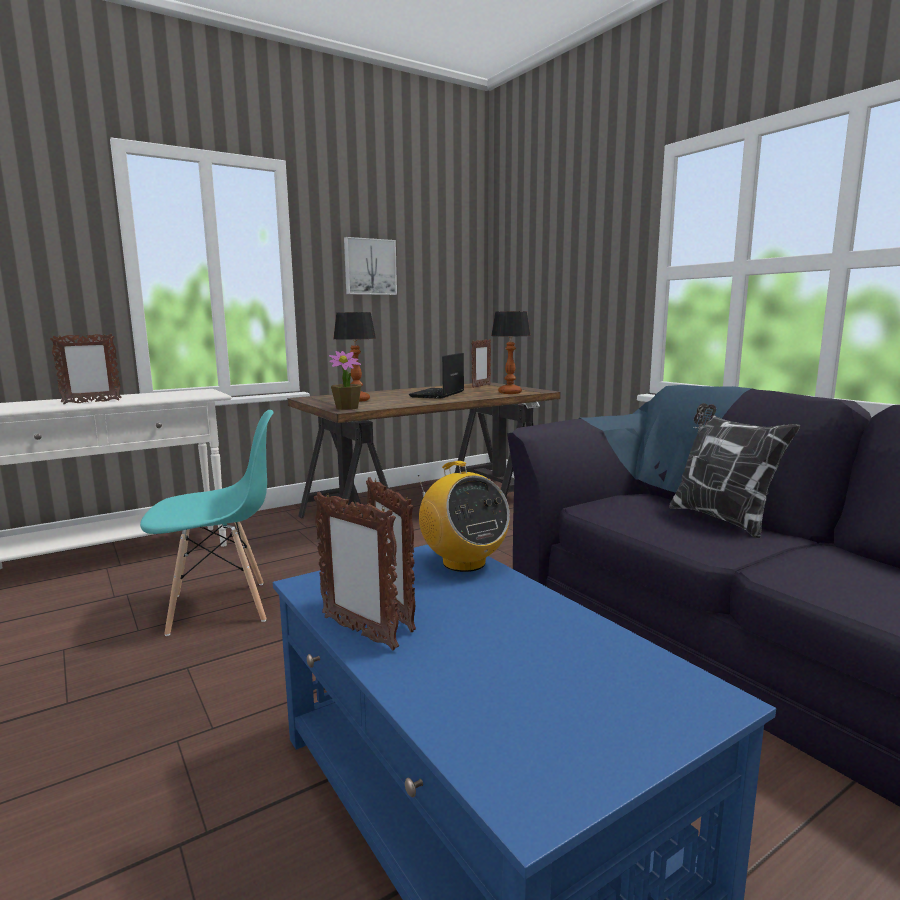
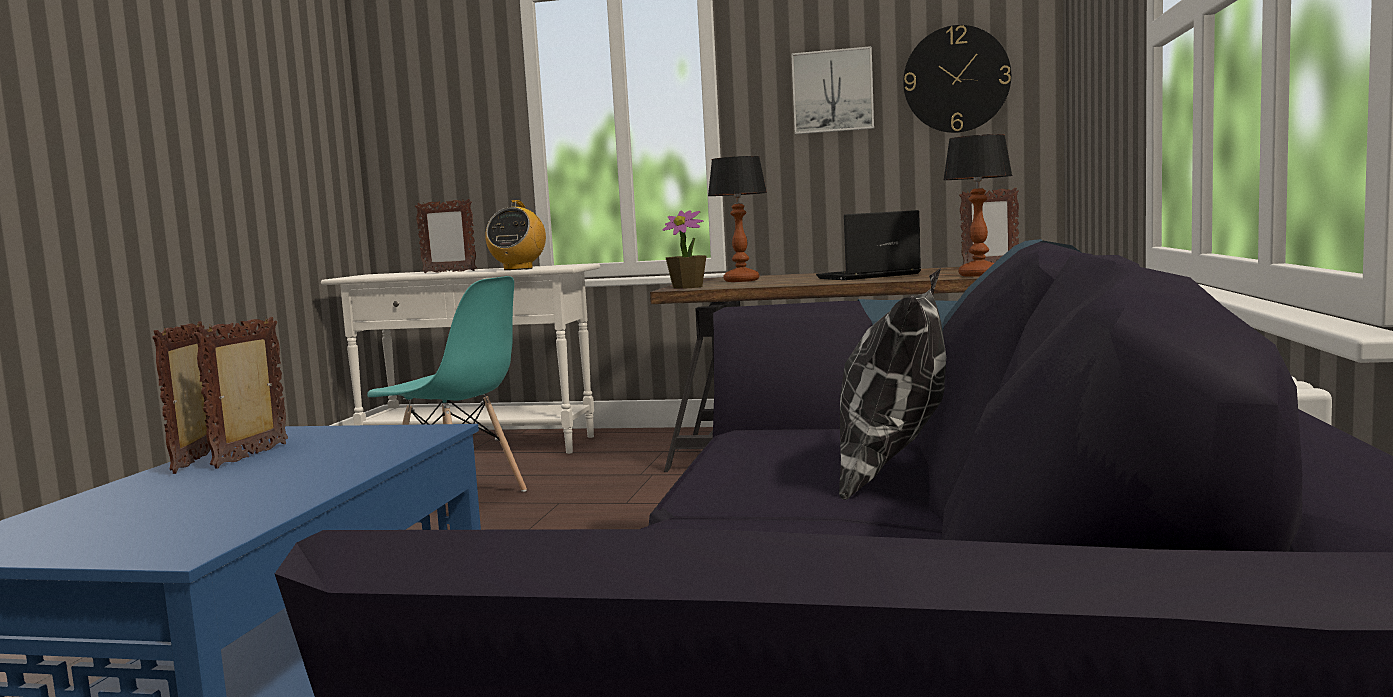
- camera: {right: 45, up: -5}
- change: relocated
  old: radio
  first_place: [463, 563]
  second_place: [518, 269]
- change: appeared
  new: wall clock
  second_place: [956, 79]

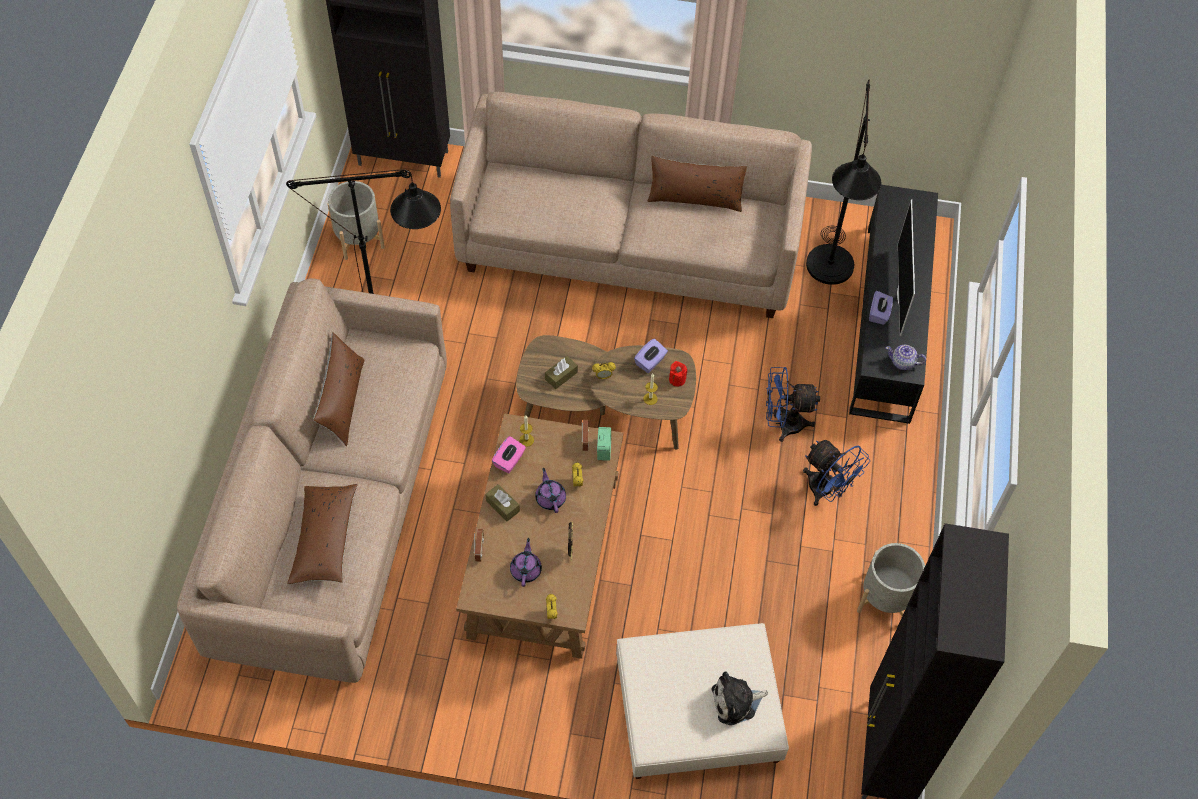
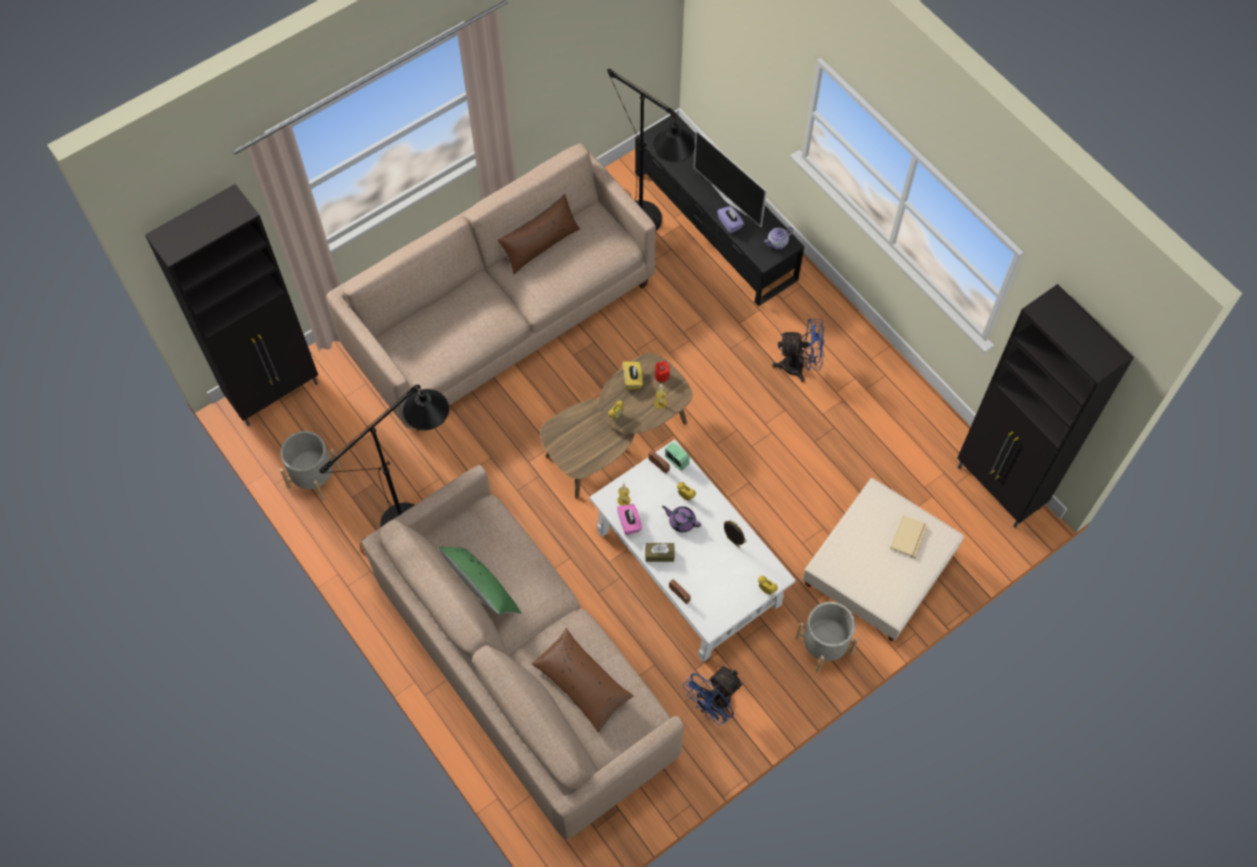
- camera: {right: -45, up: 5}
- change: colour
  old: pillow in brown
  new: pillow in green
  first_place: [342, 401]
  second_place: [481, 587]
- change: colour
  old: tissue box in purple
  new: tissue box in yellow
  first_place: [650, 362]
  second_place: [633, 379]
- change: missing
  old: tissue box in brown
  first_place: [561, 376]
- change: relocated
  old: fan in blue
  first_place: [783, 424]
  second_place: [713, 706]
- change: colour
  old: coffee table in brown
  new: coffee table in white
  first_place: [543, 556]
  second_place: [687, 567]
- change: missing
  old: teapot in purple
  first_place: [526, 569]
- change: relocated
  old: planter in grey
  first_place: [885, 598]
  second_place: [824, 645]
- change: exchanged
  old: plush toy
  new: book in beige
  first_place: [736, 702]
  second_place: [910, 538]

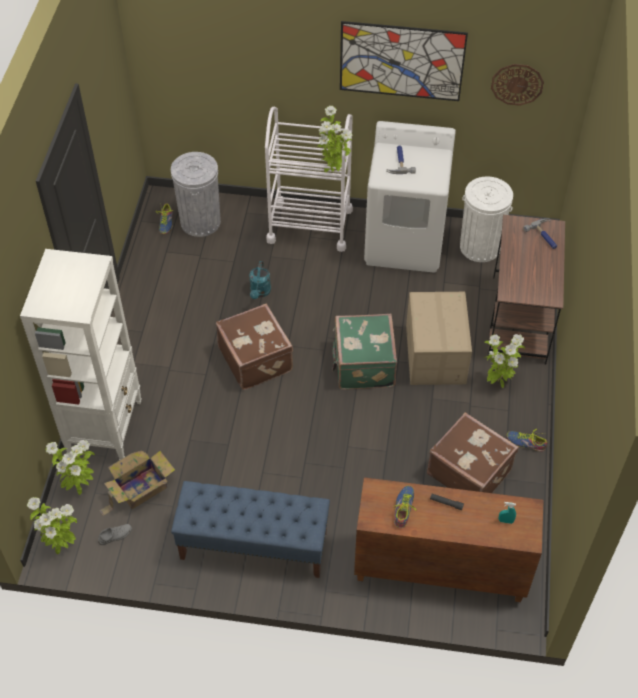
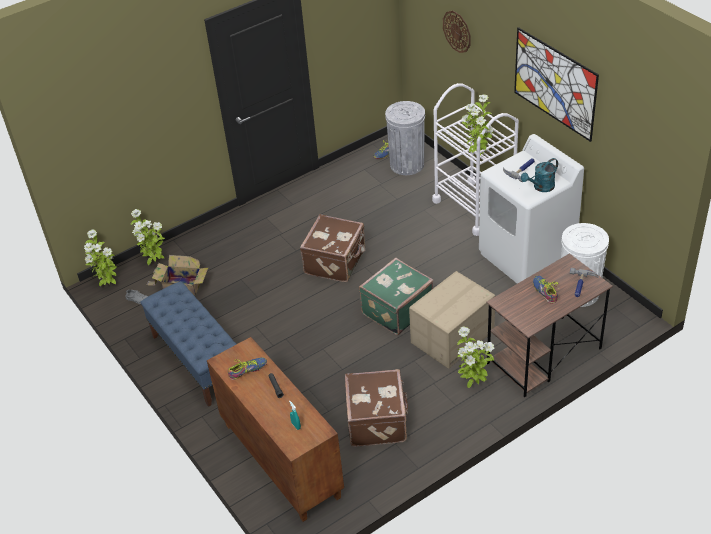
- camera: {right: 50, up: -10}
- change: relocated
  old: wall clock
  first_place: [517, 84]
  second_place: [457, 31]
- change: missing
  old: bookcase in white
  first_place: [105, 427]
- change: relocated
  old: watering can in turquoise
  first_place: [260, 292]
  second_place: [541, 187]
- change: relocated
  old: shoe
  first_place: [526, 443]
  second_place: [544, 291]

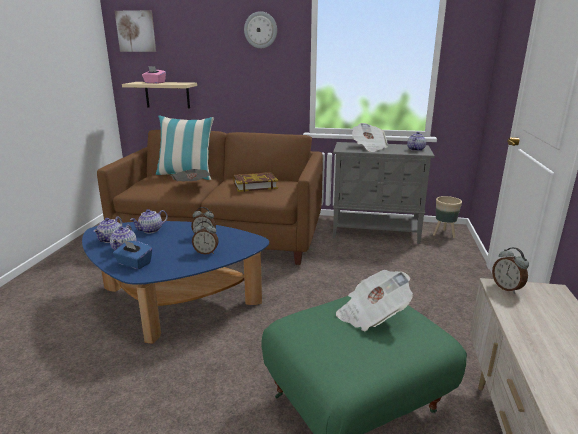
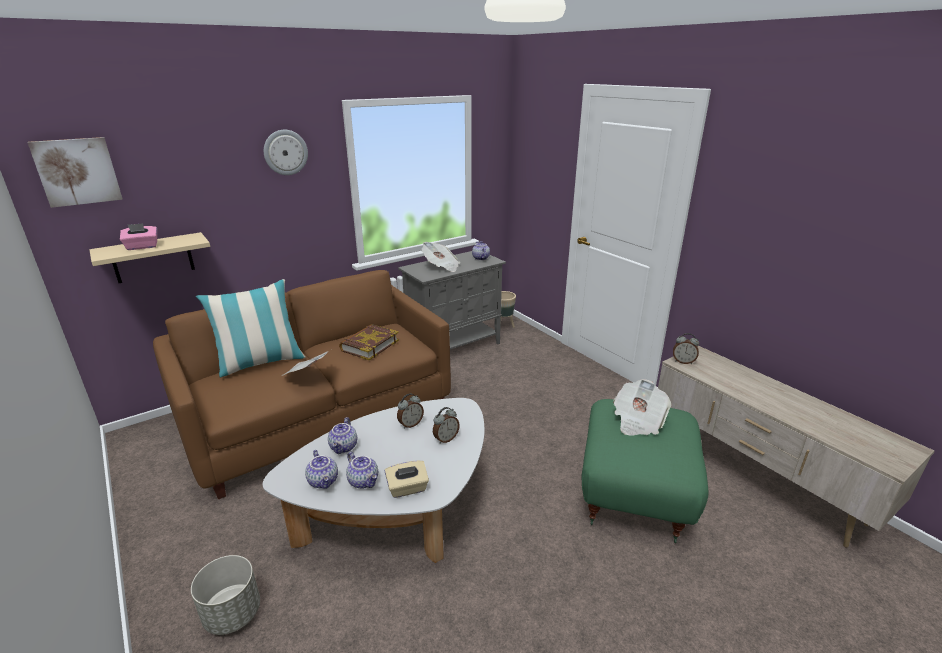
- camera: {right: -45, up: 5}
- change: colour
  old: coffee table in blue
  new: coffee table in white
  first_place: [174, 304]
  second_place: [398, 513]
- change: colour
  old: tissue box in blue
  new: tissue box in beige
  first_place: [134, 264]
  second_place: [407, 488]
- change: appeared
  new: planter in grey
  second_place: [232, 613]

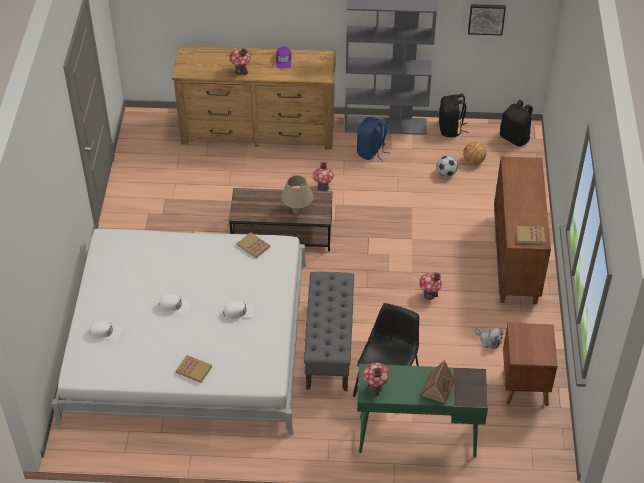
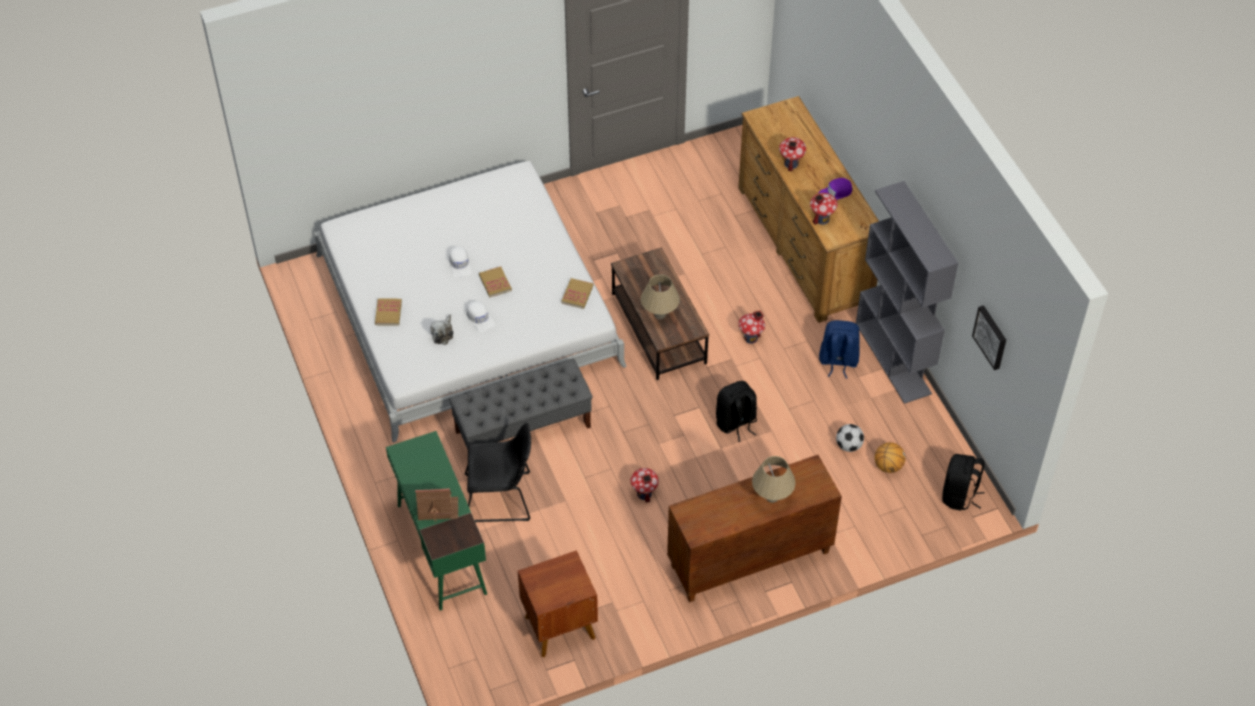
- camera: {right: 65, up: 5}
- change: relocated
  old: backpack in black
  first_place: [451, 129]
  second_place: [736, 423]
- change: relocated
  old: book
  first_place: [530, 236]
  second_place: [495, 283]
- change: missing
  old: cap in white
  first_place: [105, 332]
- change: relocated
  old: plush toy
  first_place: [488, 340]
  second_place: [443, 333]
- change: relocated
  old: toy house
  first_place: [375, 387]
  second_place: [821, 219]
- change: appeared
  new: table lamp in beige
  second_place: [772, 497]

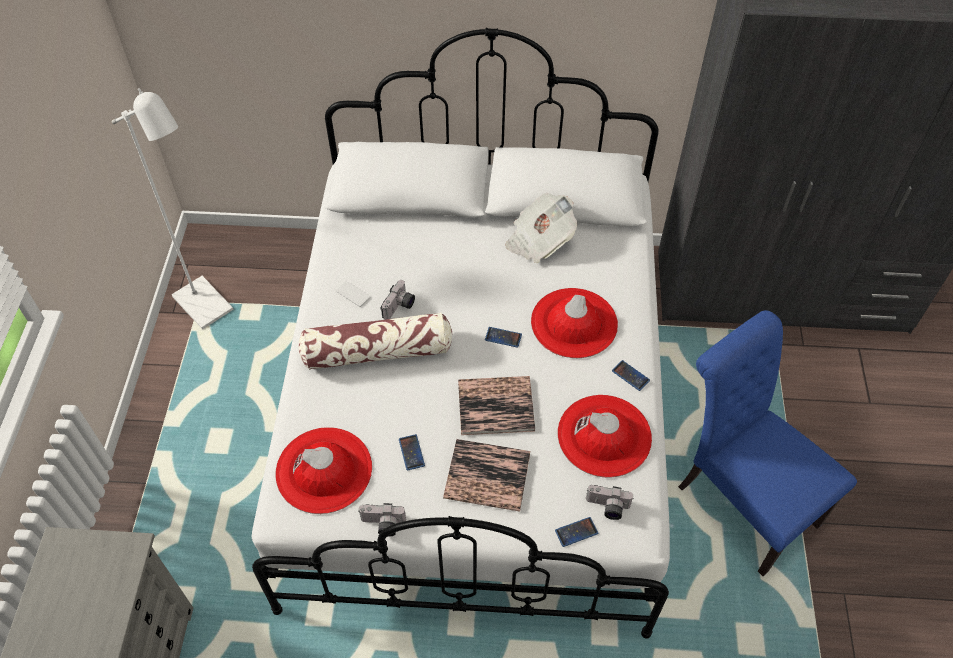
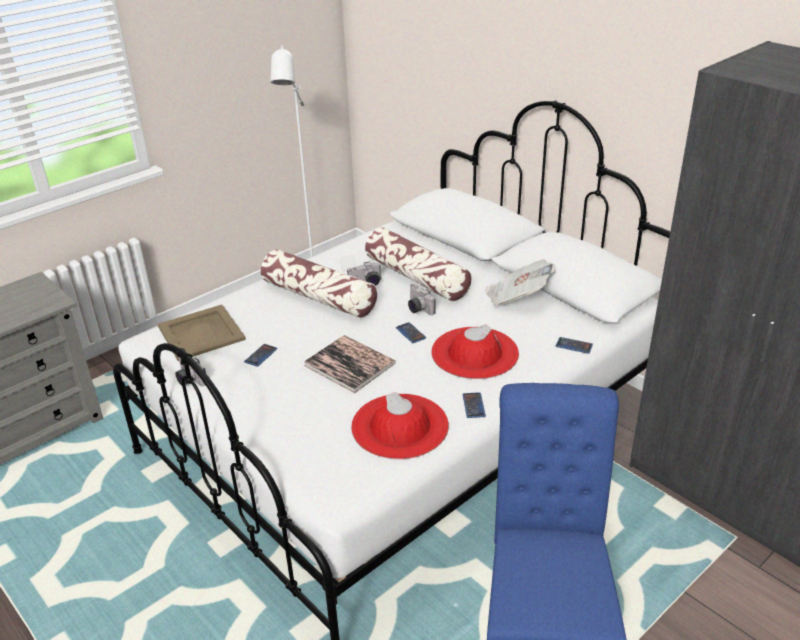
- camera: {right: 45, up: -20}
- change: exchanged
  old: hat in red
  new: tray in beige
  first_place: [324, 470]
  second_place: [200, 333]
- change: missing
  old: book
  first_place: [487, 476]
- change: relocated
  old: photo camera
  first_place: [607, 508]
  second_place: [417, 308]
- change: relocated
  old: phone
  first_place: [576, 532]
  second_place: [574, 346]
- change: appeared
  new: pillow
  second_place: [417, 277]

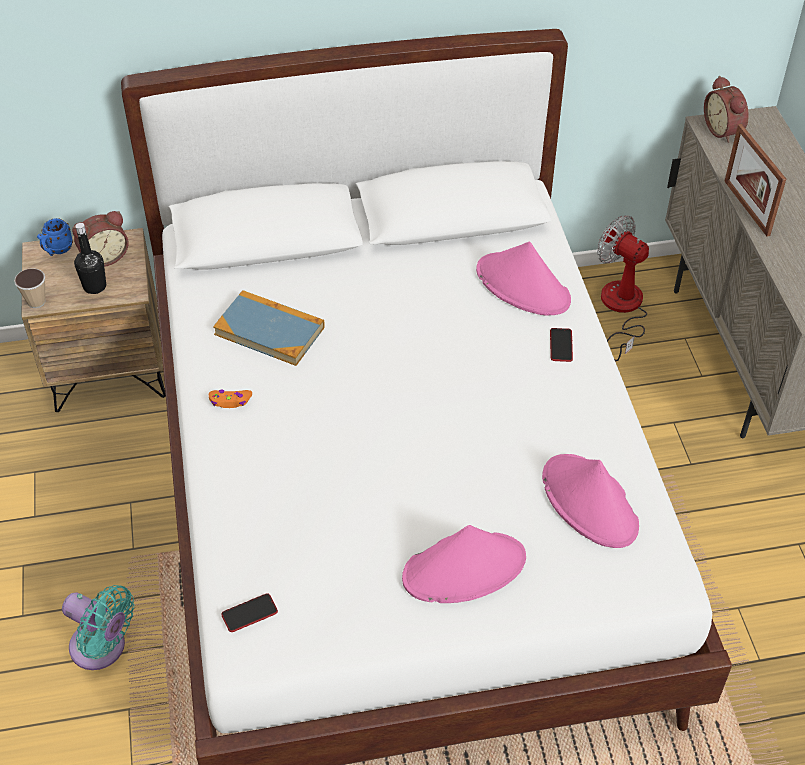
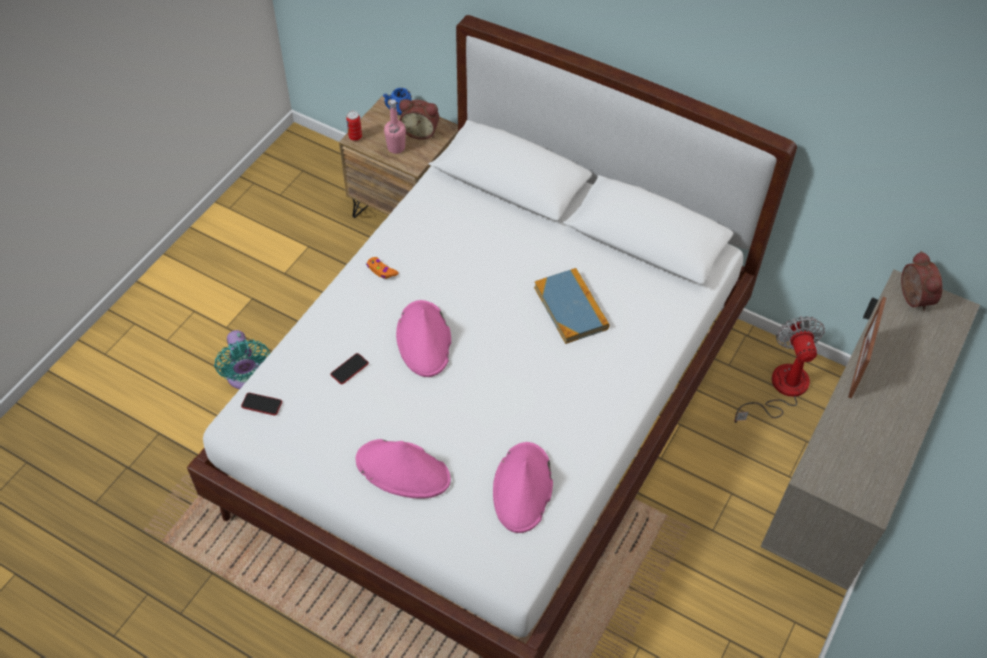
- camera: {right: 40, up: 5}
- change: spun
  old: alarm clock
  first_place: [724, 130]
  second_place: [911, 298]
  degrees: 150
- change: colour
  old: bottle in black
  new: bottle in pink
  first_place: [95, 286]
  second_place: [396, 148]
- change: relocated
  old: hat in pink
  first_place: [523, 286]
  second_place: [424, 340]
- change: exchanged
  old: cup
  new: can
  first_place: [36, 302]
  second_place: [355, 137]
- change: relocated
  old: book
  first_place: [269, 331]
  second_place: [571, 308]
- change: relocated
  old: phone
  first_place: [561, 345]
  second_place: [349, 369]

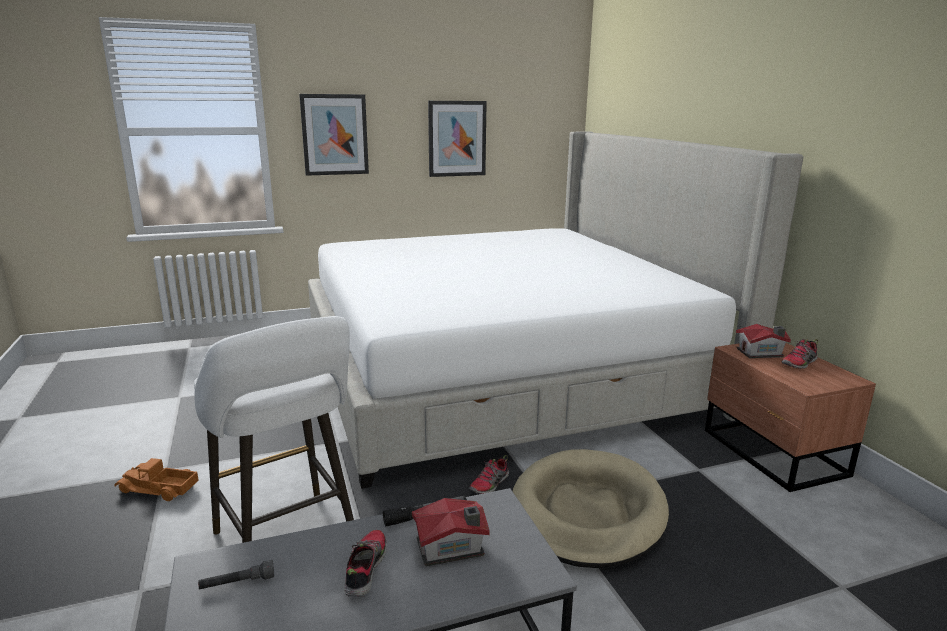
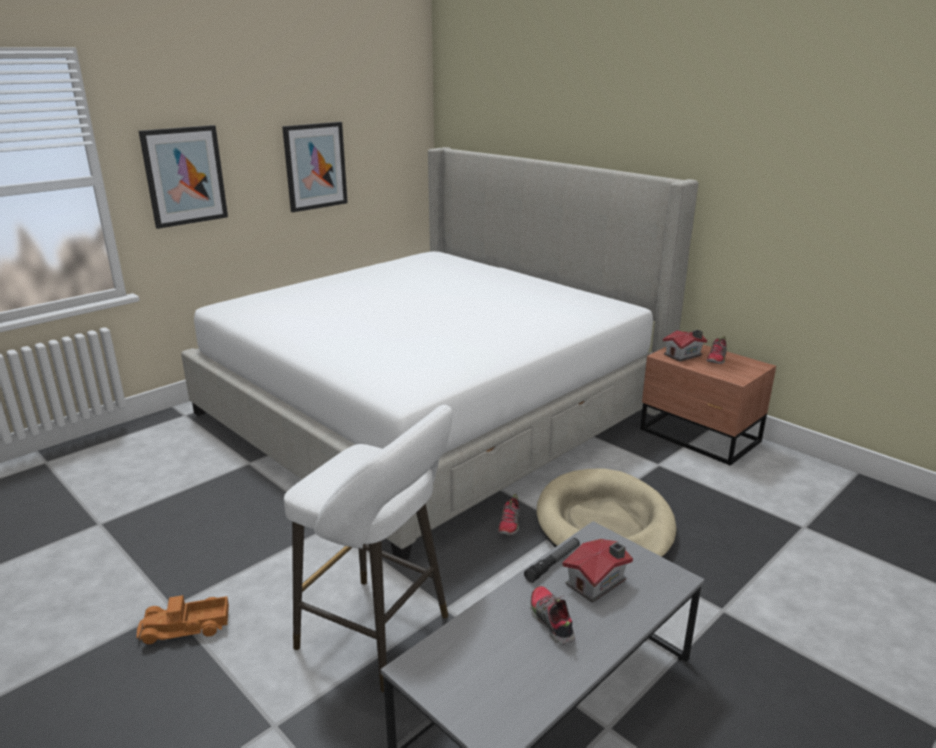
- camera: {right: -25, up: 5}
- change: missing
  old: flashlight in grey
  first_place: [237, 583]

